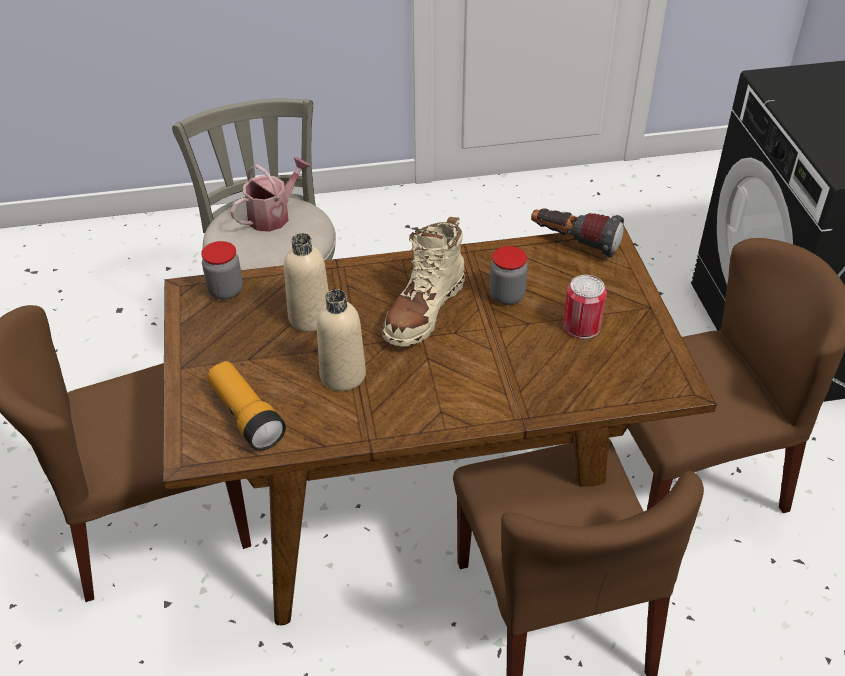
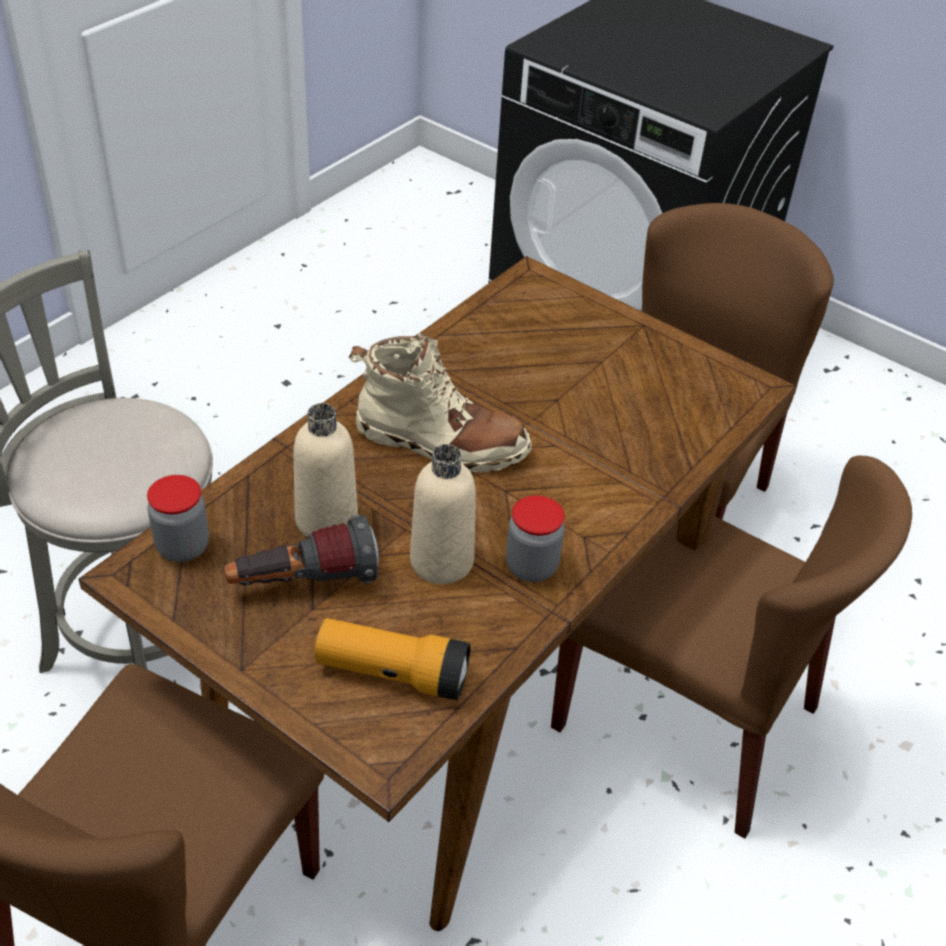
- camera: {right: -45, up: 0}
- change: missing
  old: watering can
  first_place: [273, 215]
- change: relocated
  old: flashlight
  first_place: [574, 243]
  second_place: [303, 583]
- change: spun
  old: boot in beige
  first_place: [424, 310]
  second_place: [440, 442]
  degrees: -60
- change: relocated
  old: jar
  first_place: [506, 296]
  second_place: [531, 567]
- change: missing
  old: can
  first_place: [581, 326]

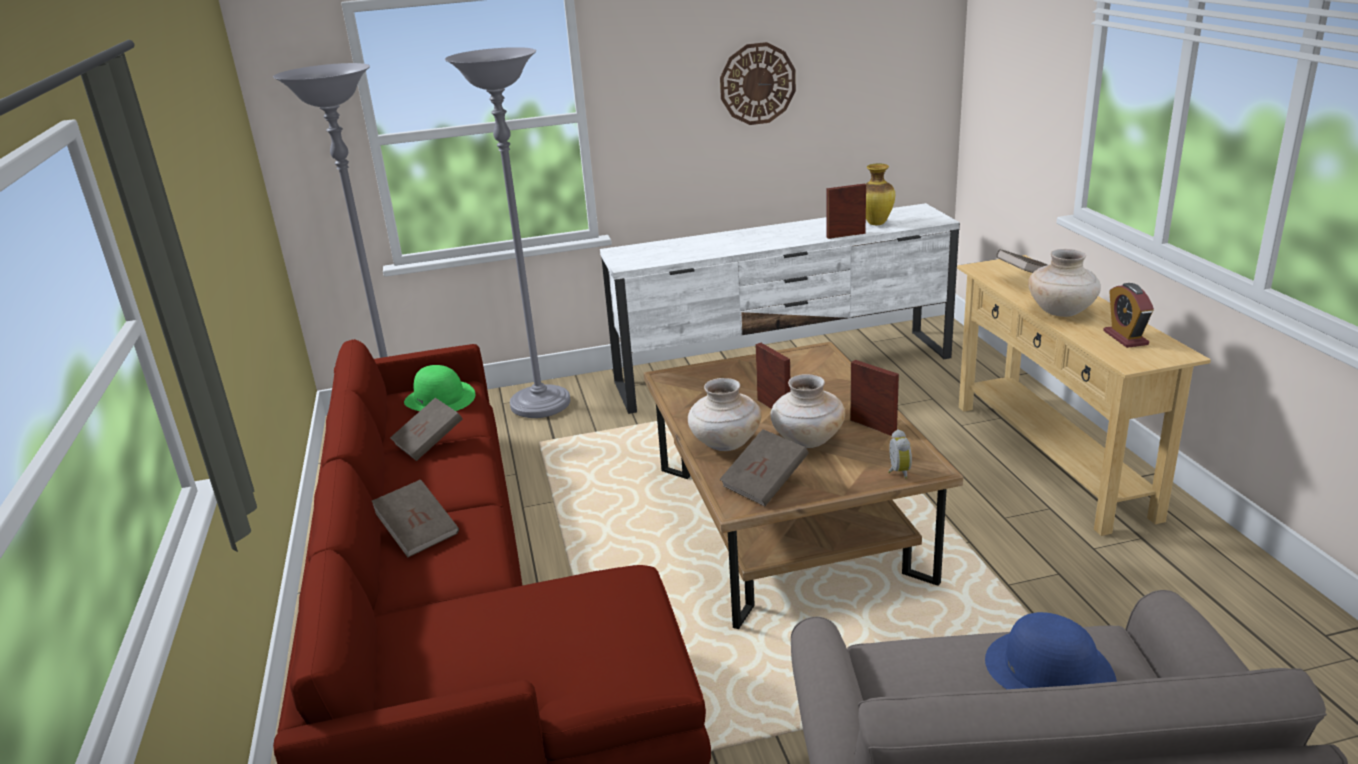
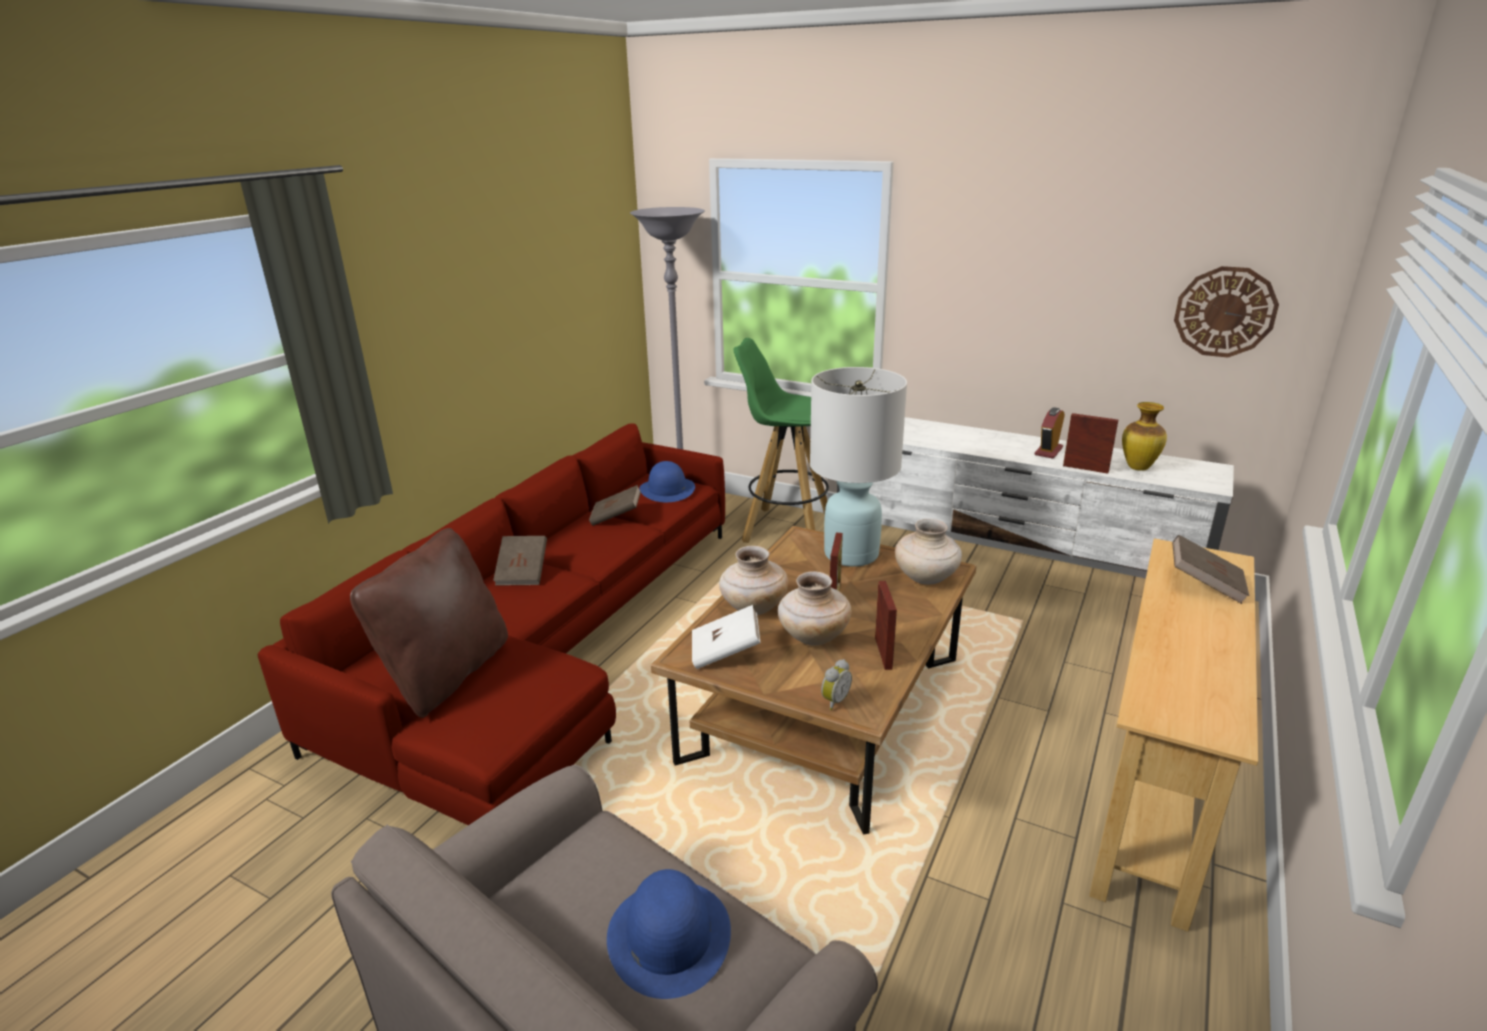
- camera: {right: 40, up: 0}
- change: relocated
  old: wall clock
  first_place: [757, 83]
  second_place: [1225, 312]
- change: exchanged
  old: floor lamp in grey
  new: stool in green
  first_place: [540, 405]
  second_place: [785, 529]
- change: relocated
  old: vase in beige
  first_place: [1061, 312]
  second_place: [926, 578]
- change: relocated
  old: alarm clock
  first_place: [1125, 338]
  second_place: [1048, 451]
- change: colour
  old: hat in green
  new: hat in blue
  first_place: [440, 399]
  second_place: [667, 489]
- change: colour
  old: book in brown
  new: book in white
  first_place: [765, 484]
  second_place: [725, 652]
- change: appeared
  new: table lamp in white
  second_place: [852, 554]
- change: appeared
  new: pillow in brown
  second_place: [447, 674]

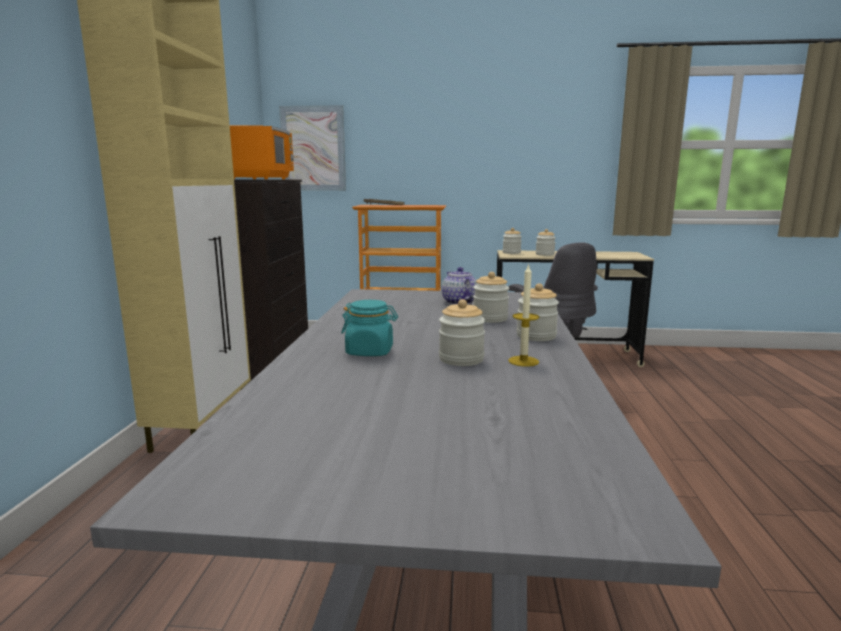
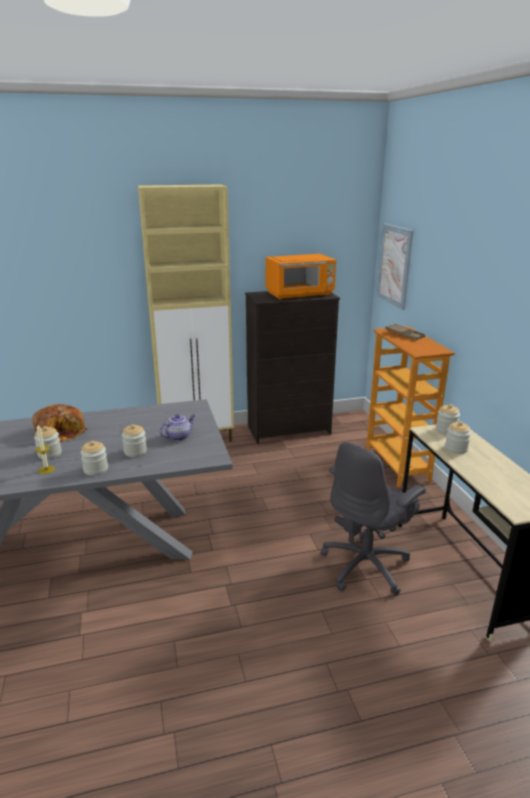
- camera: {right: 70, up: 10}
- change: exchanged
  old: jar in turquoise
  new: bread
  first_place: [370, 352]
  second_place: [61, 431]

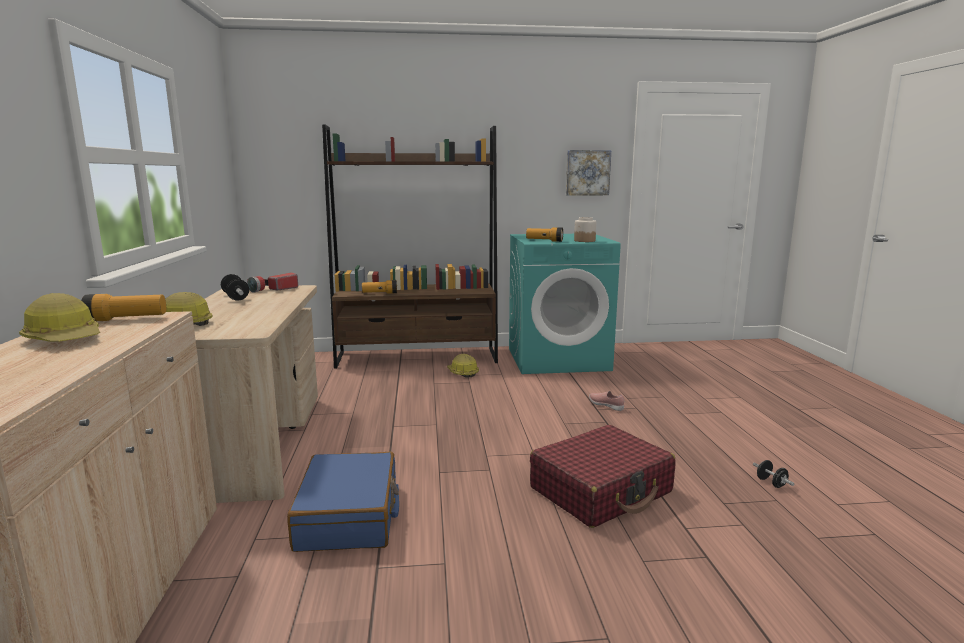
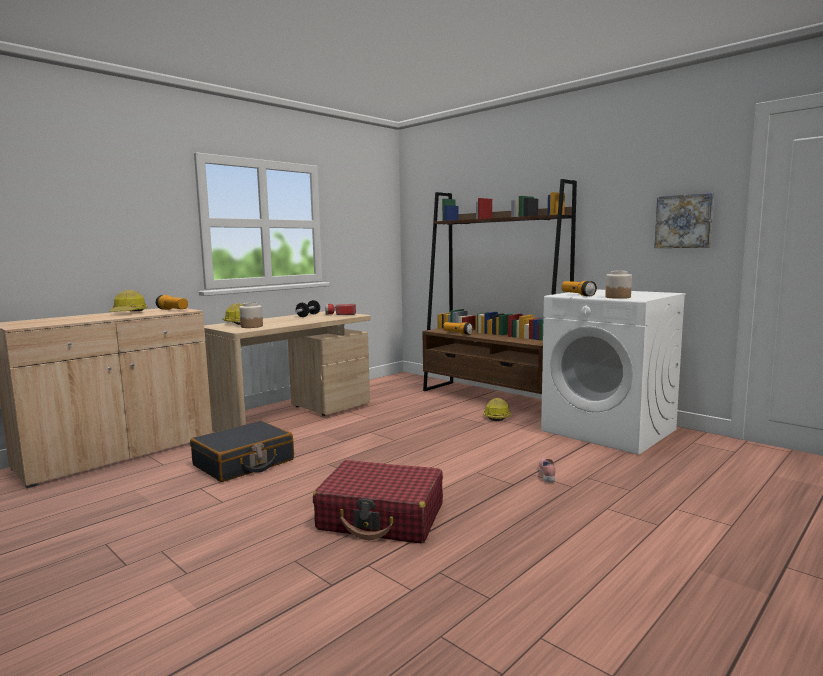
- camera: {right: 50, up: -5}
- change: colour
  old: washing machine in turquoise
  new: washing machine in white
  first_place: [558, 359]
  second_place: [609, 430]
- change: colour
  old: suitcase in blue
  new: suitcase in black
  first_place: [349, 516]
  second_place: [244, 463]
- change: missing
  old: dumbbell in black
  first_place: [771, 483]
- change: appeared
  new: jar
  second_place: [251, 326]

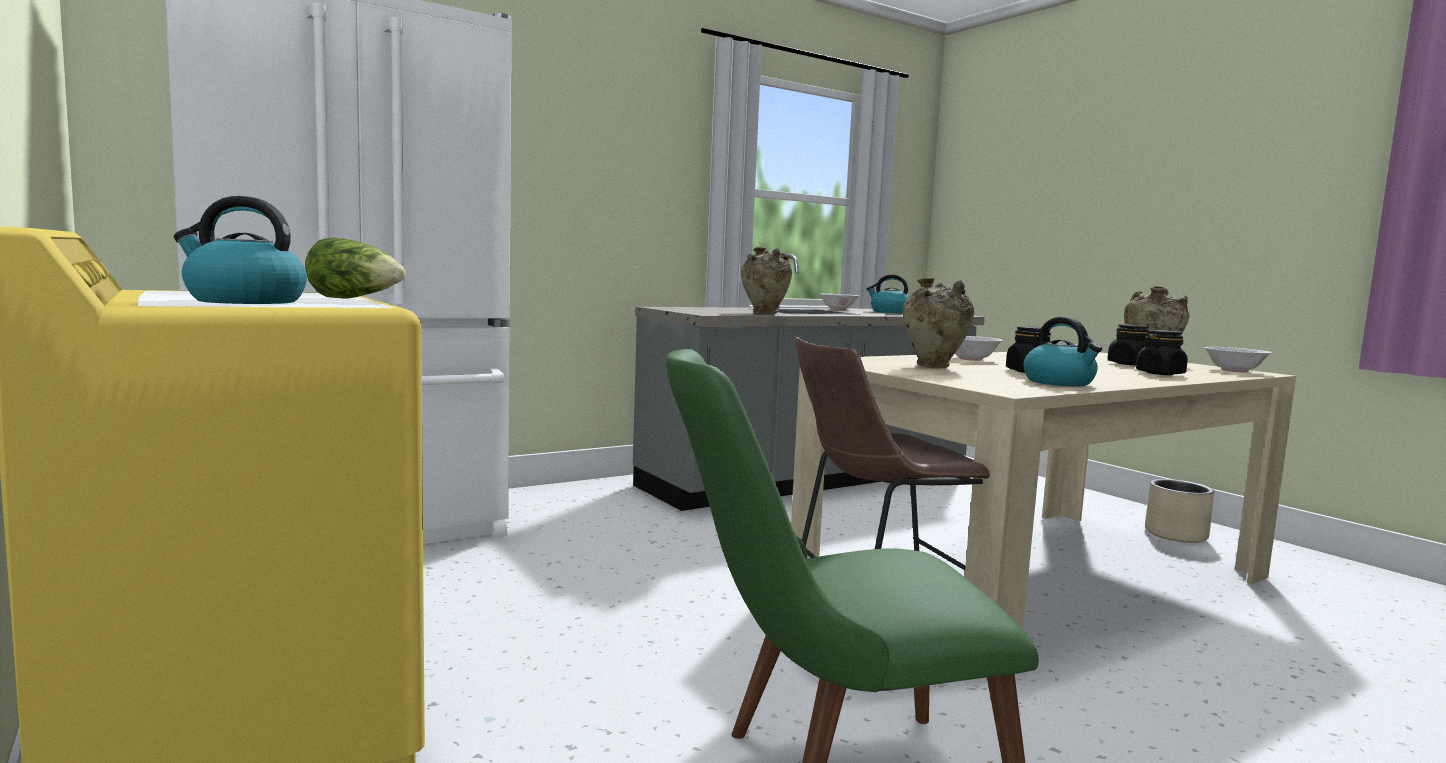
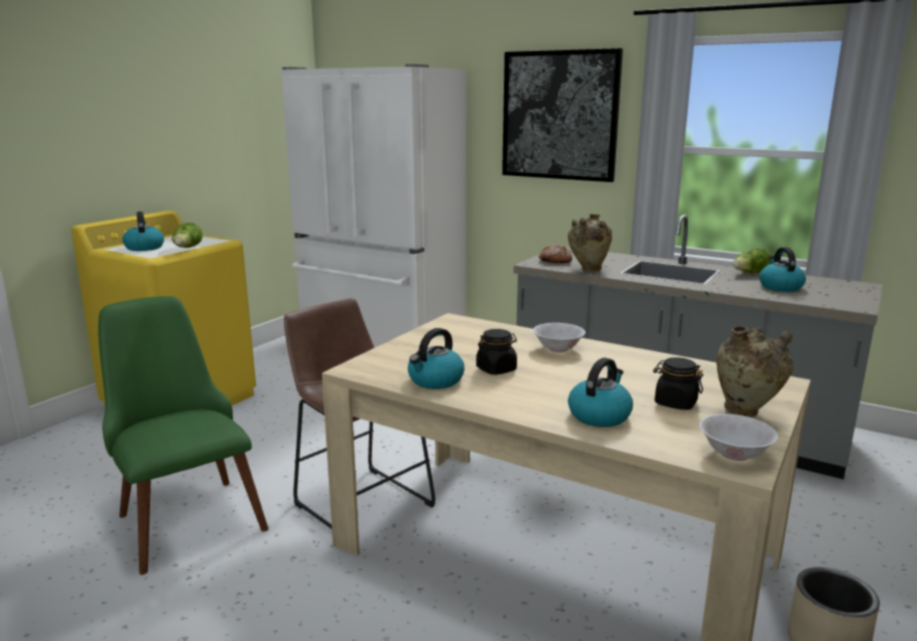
- camera: {right: 65, up: 10}
- change: missing
  old: vase in beige
  first_place: [933, 367]
- change: exchanged
  old: bowl in white
  new: lettuce
  first_place: [838, 309]
  second_place: [749, 273]
- change: exchanged
  old: jar in black
  new: kettle
  first_place: [1160, 373]
  second_place: [599, 415]
- change: appeared
  new: picture
  second_place: [559, 115]
- change: appeared
  new: bread
  second_place: [555, 261]

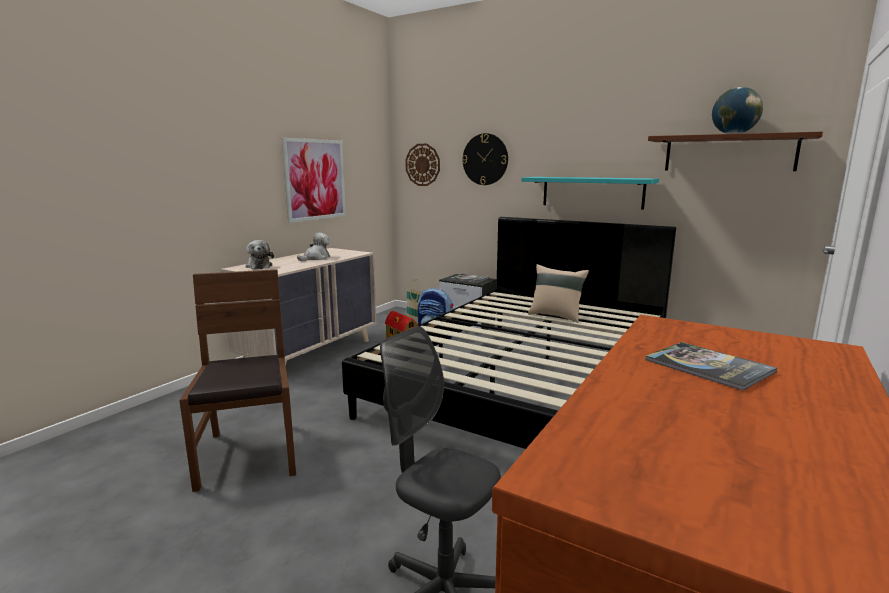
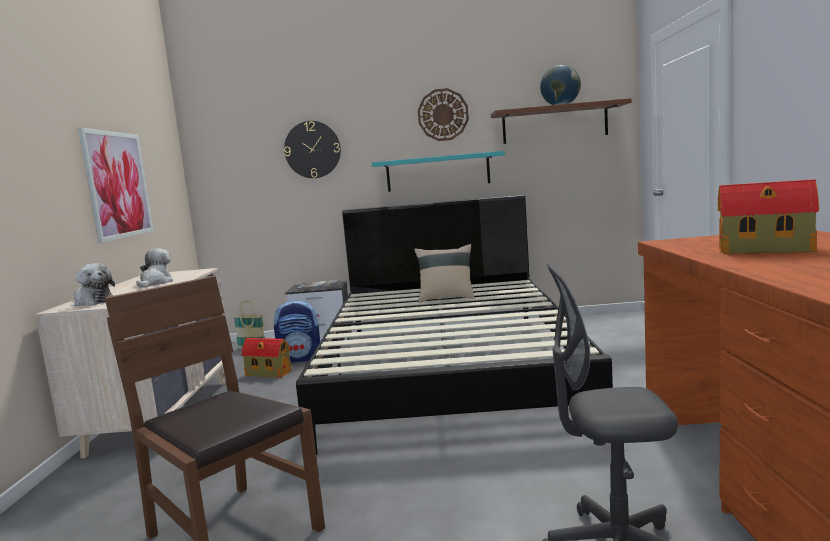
- camera: {right: -30, up: -5}
- change: relocated
  old: wall clock
  first_place: [422, 165]
  second_place: [443, 115]
- change: exchanged
  old: book
  new: toy house
  first_place: [708, 366]
  second_place: [767, 250]

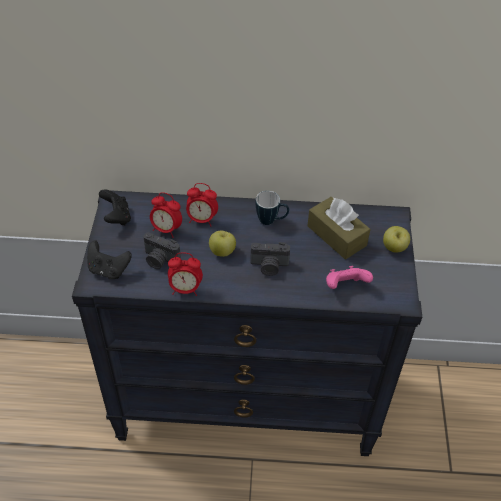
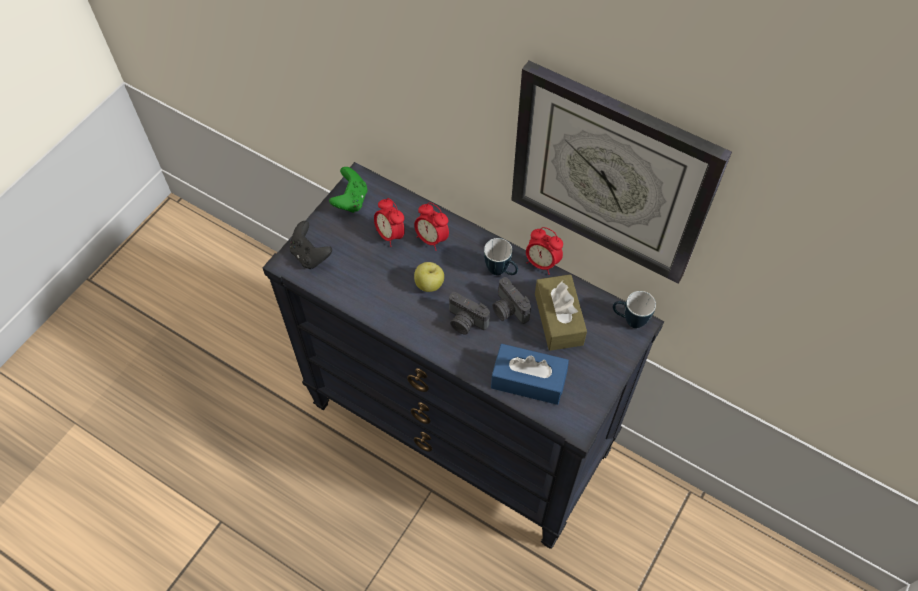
- camera: {right: 30, up: 10}
- change: colour
  old: game controller in black
  new: game controller in green
  first_place: [117, 217]
  second_place: [351, 200]
- change: missing
  old: apple
  first_place: [394, 248]
- change: relocated
  old: photo camera
  first_place: [160, 260]
  second_place: [508, 310]
- change: relocated
  old: alarm clock
  first_place: [185, 289]
  second_place: [541, 263]
- change: exchanged
  old: game controller in pink
  new: tissue box in blue
  first_place: [345, 286]
  second_place: [528, 380]
- change: appeared
  new: wall clock
  second_place: [611, 174]
- change: appeared
  new: mug
  second_place: [629, 320]

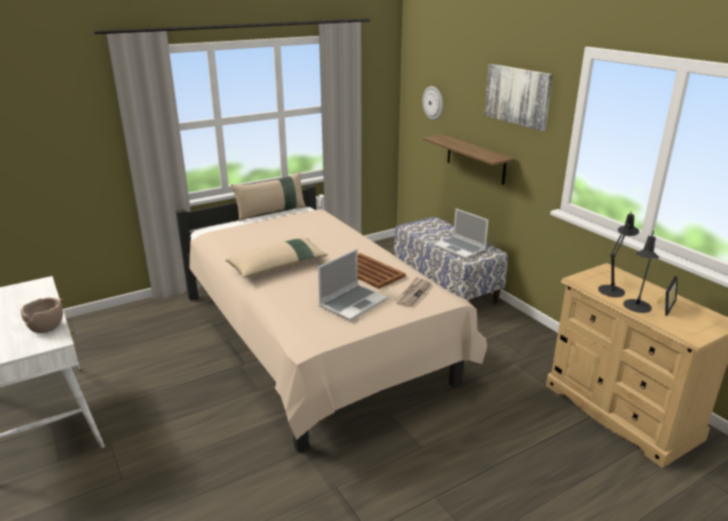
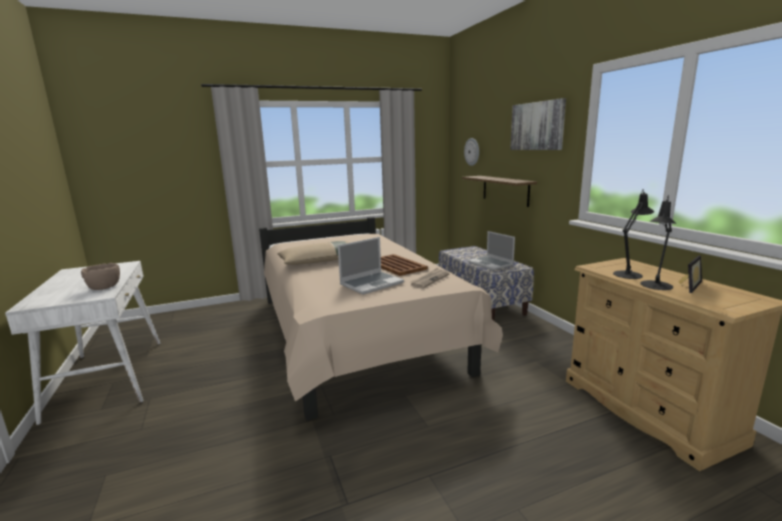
- camera: {right: 10, up: -10}
- change: missing
  old: pillow in beige
  first_place: [271, 212]

